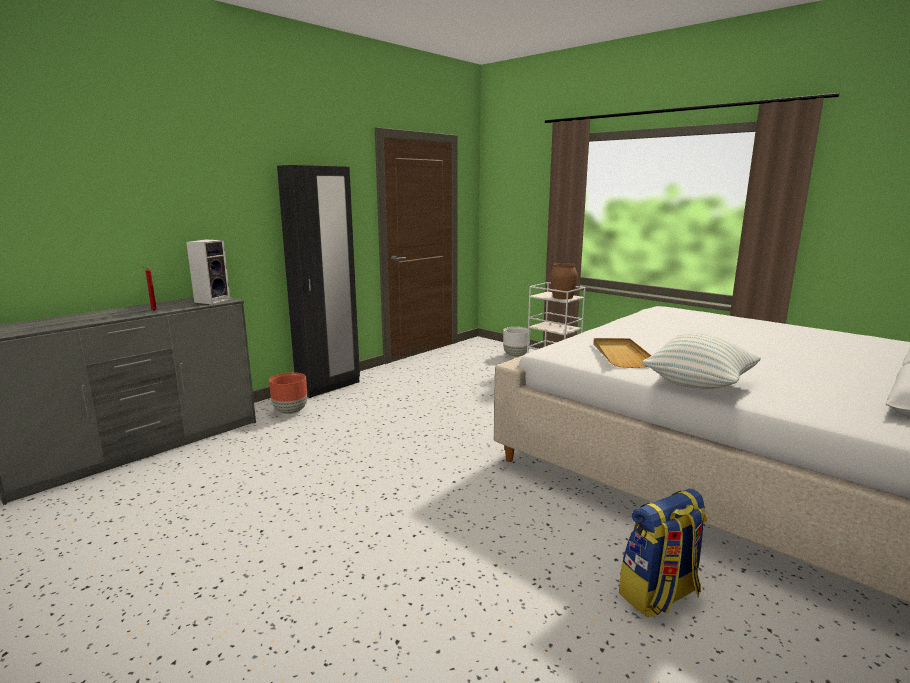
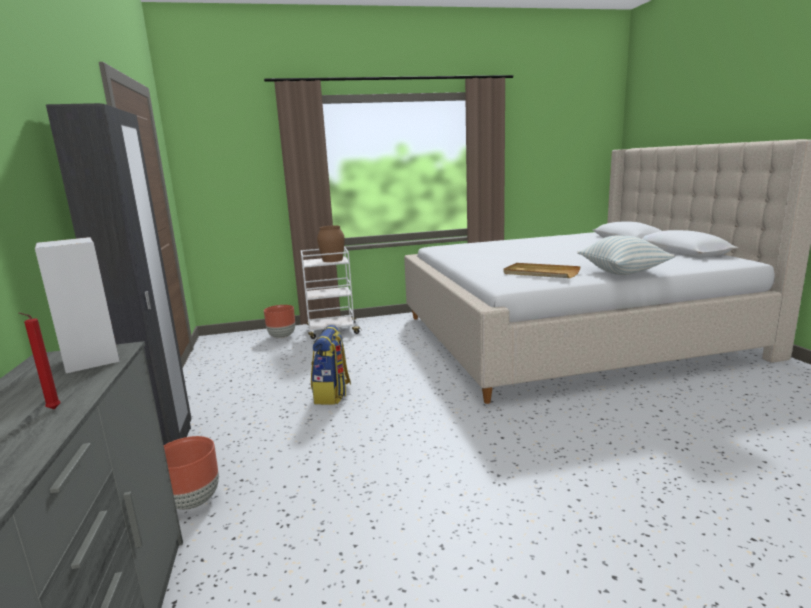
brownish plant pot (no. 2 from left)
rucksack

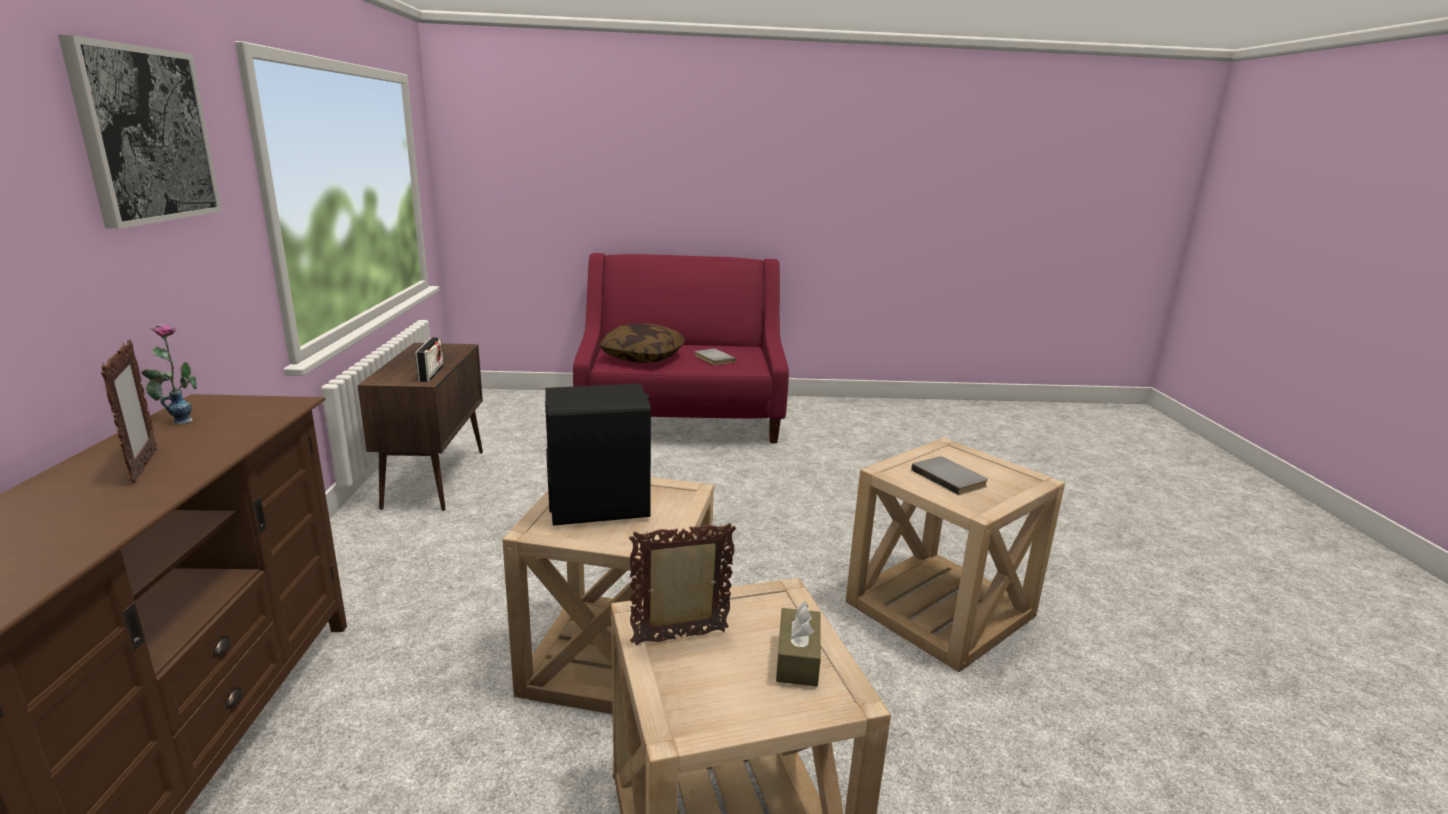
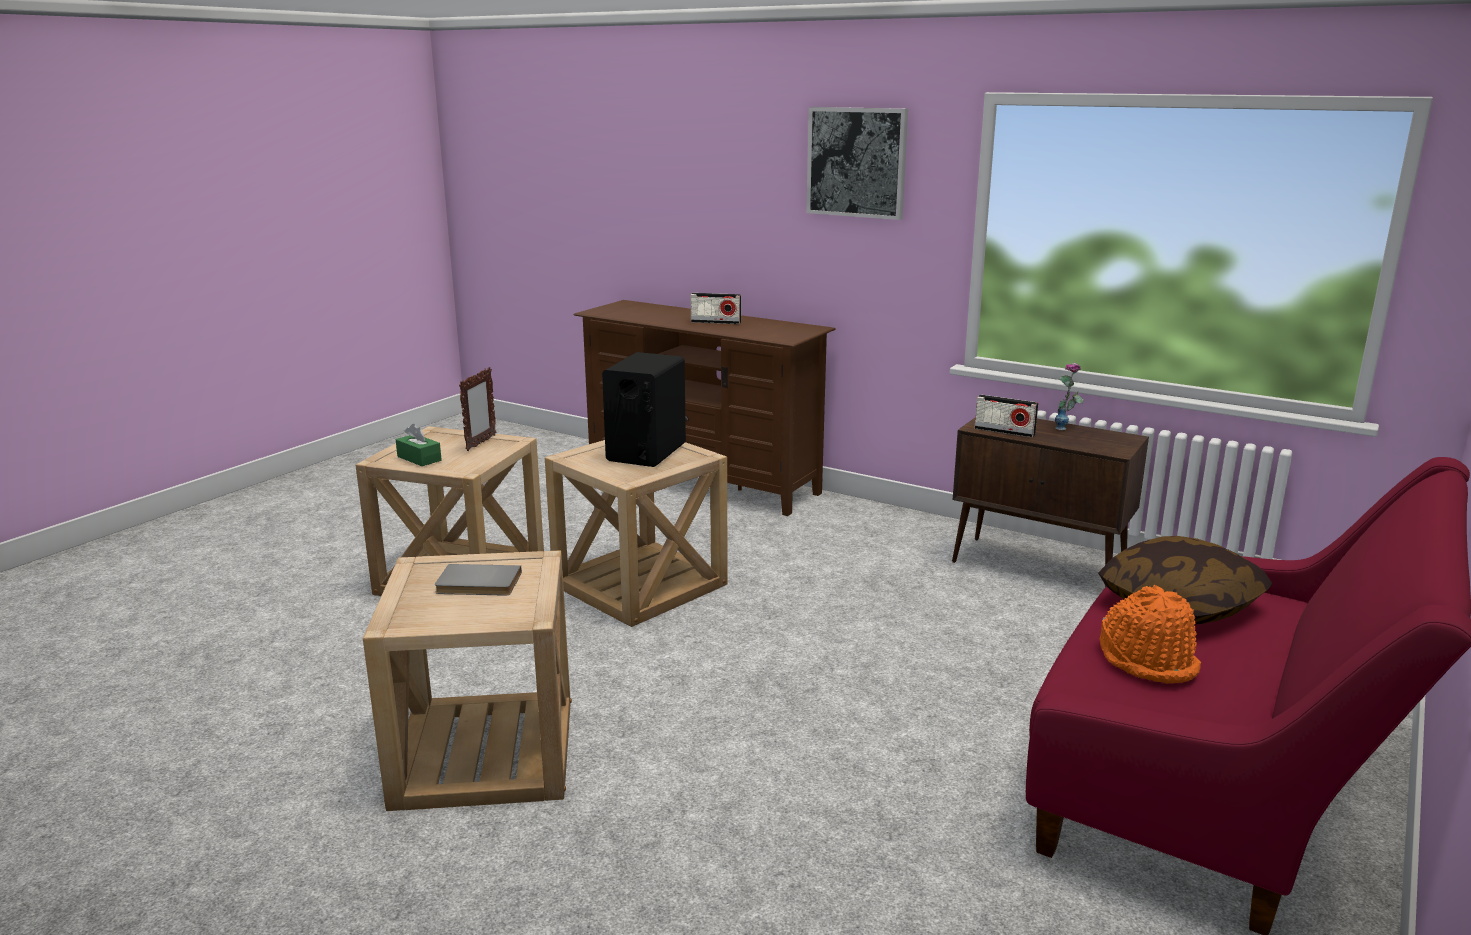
green-coloured box of tissues
radio receiver (no. 1 from left)
vase
orange-coloured clothing hat

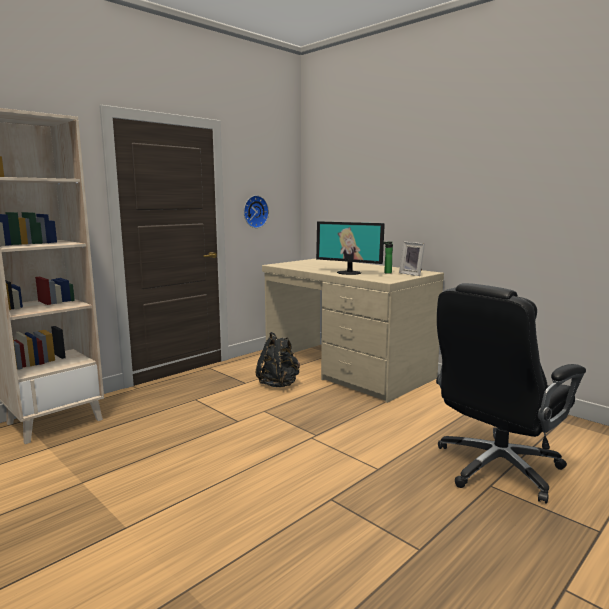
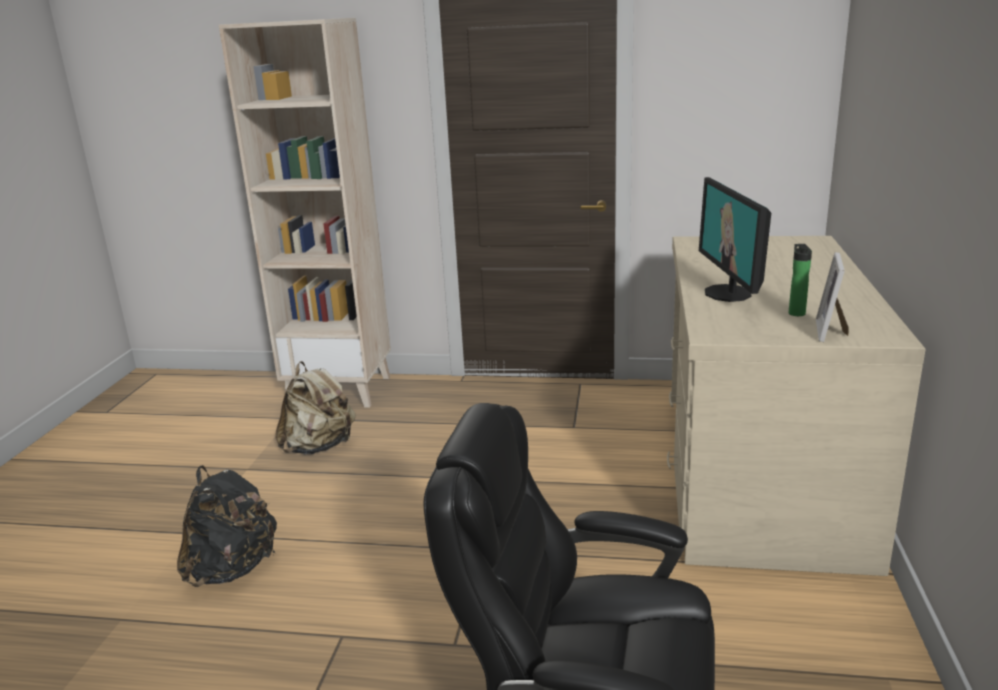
blackish rucksack
beige-coloured rucksack
clock on the wall

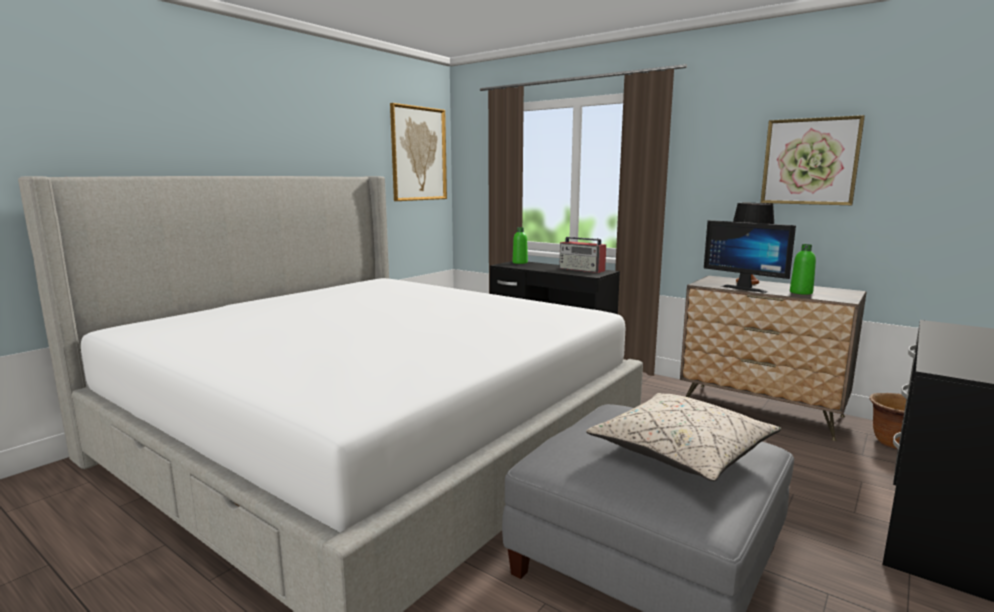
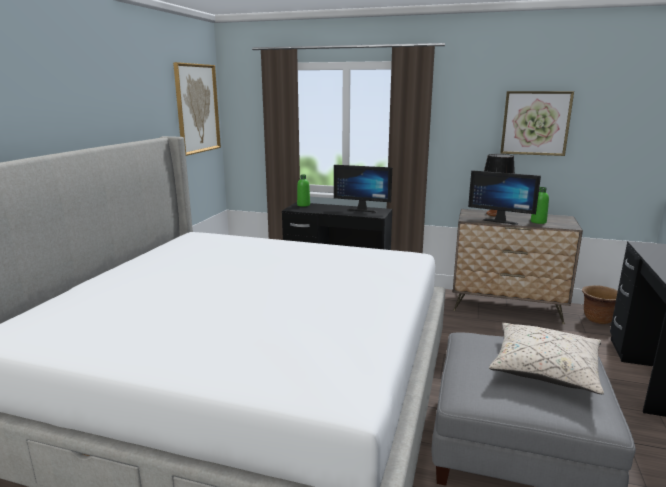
computer display (no. 1 from left)

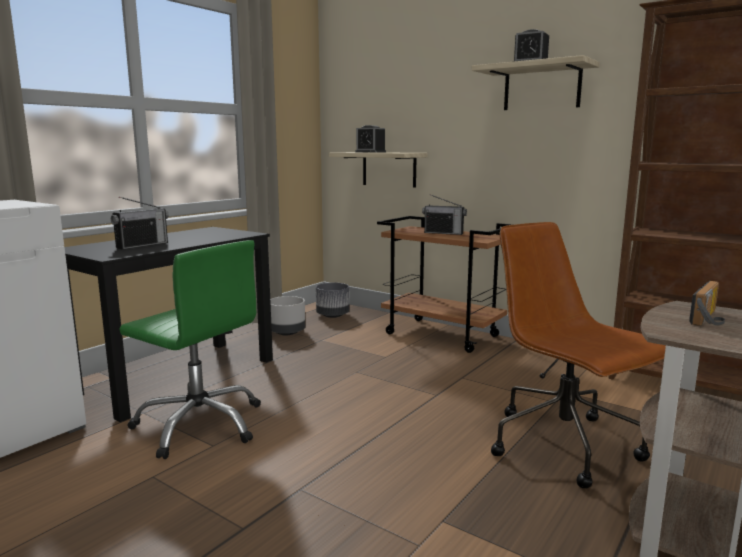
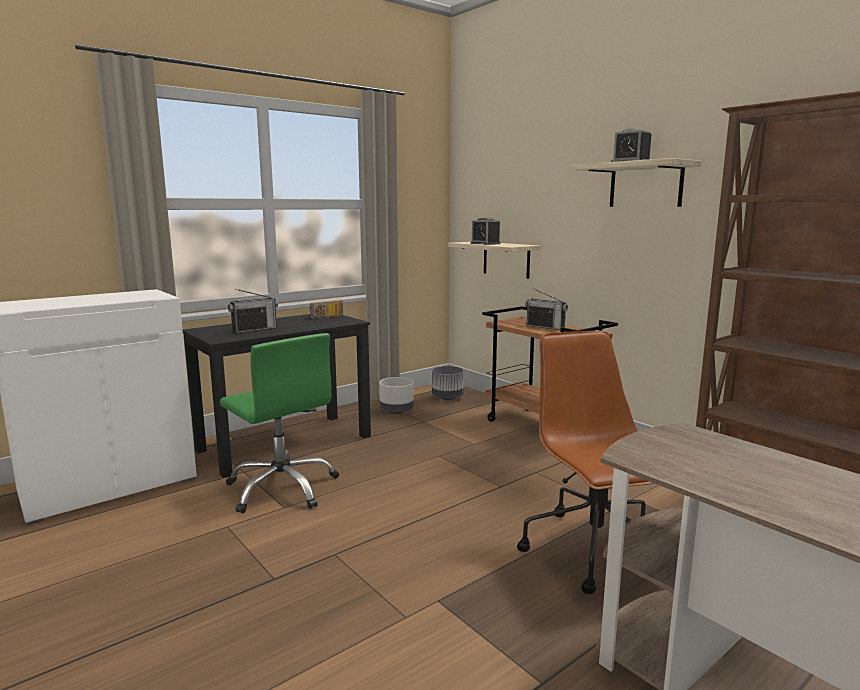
radio receiver (no. 2 from left)

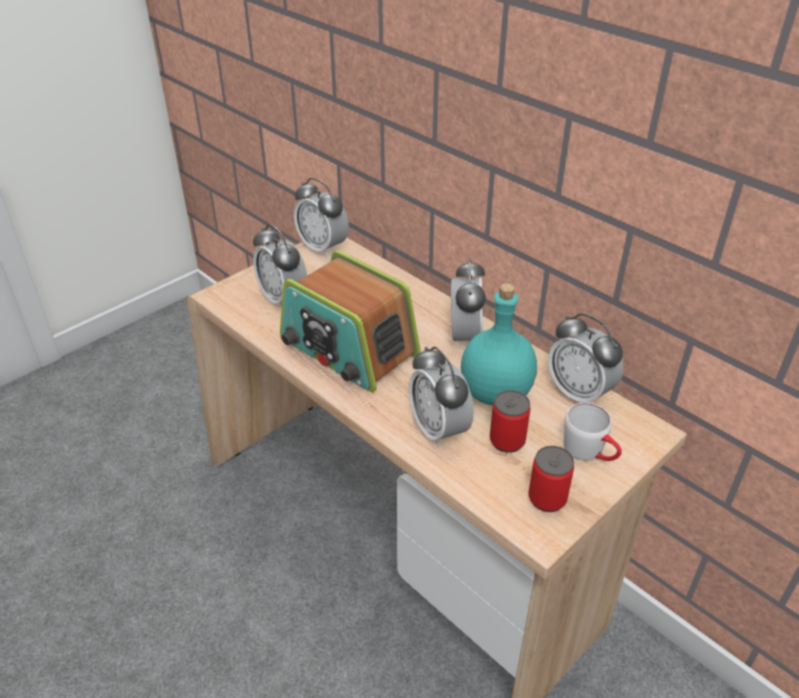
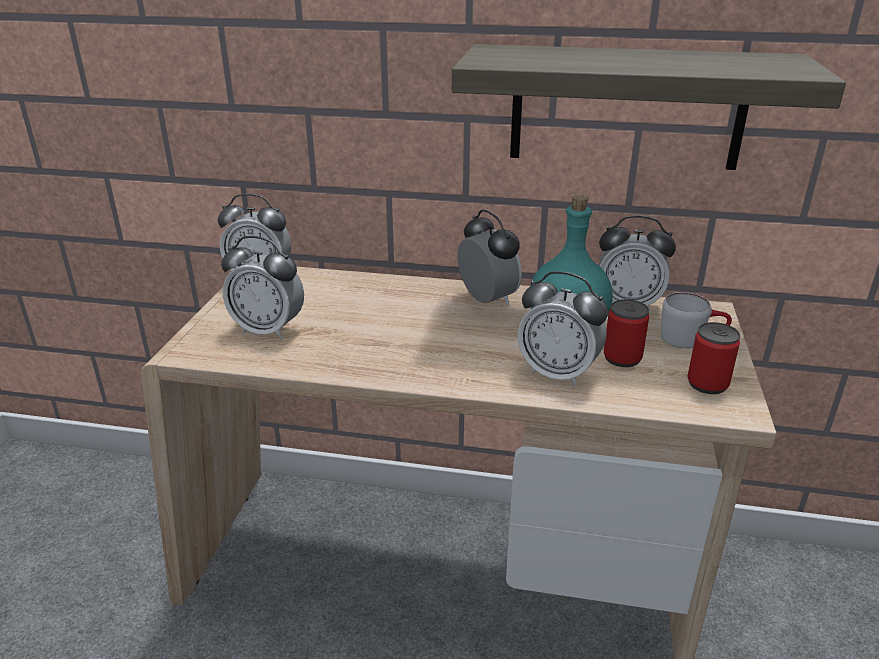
wall shelf
radio receiver

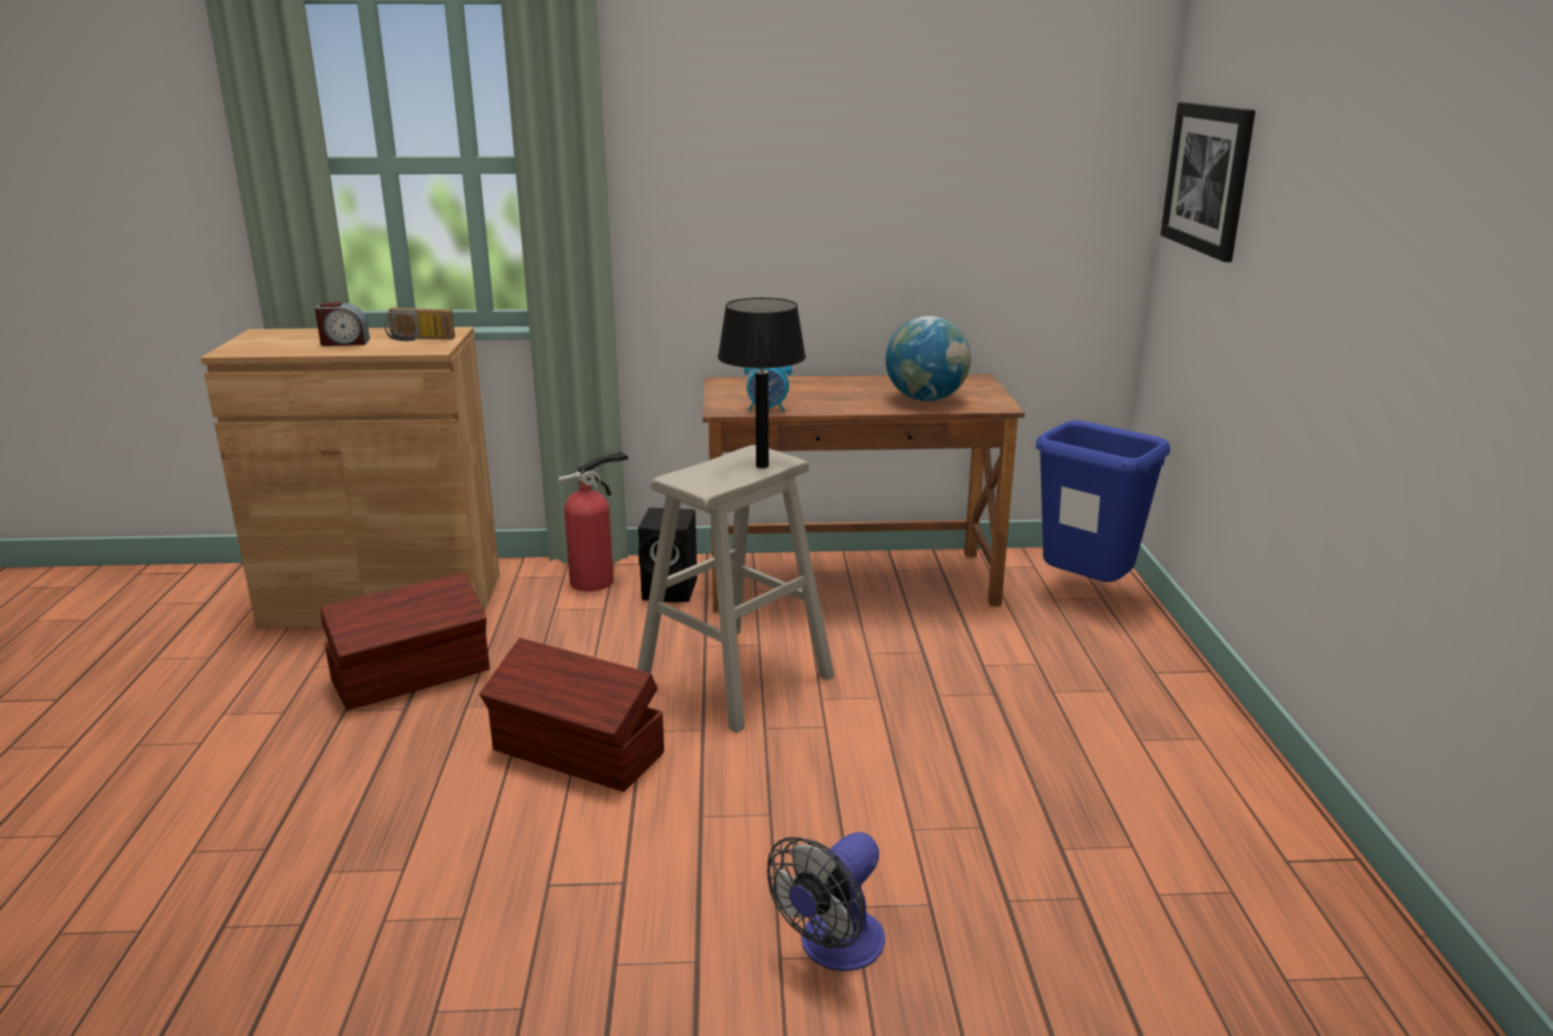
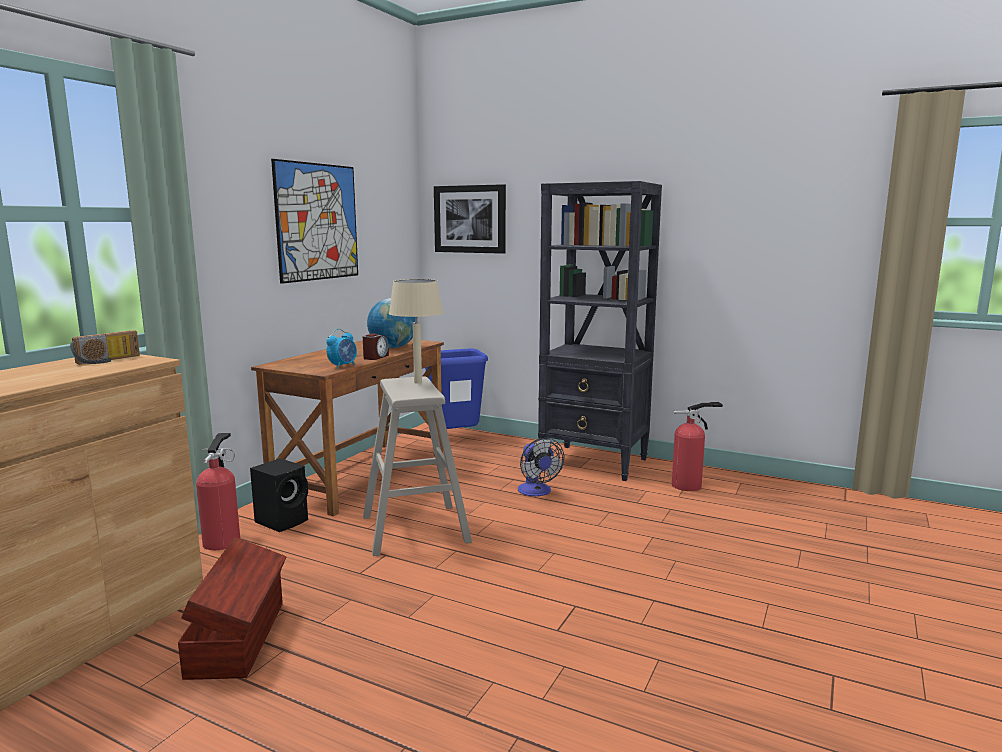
picture (no. 1 from left)
table clock (no. 2 from left)
beige-coloured lamp for a table
fan
blackish bookcase
extinguisher (no. 2 from left)
brownish storage box (no. 2 from left in the first image)

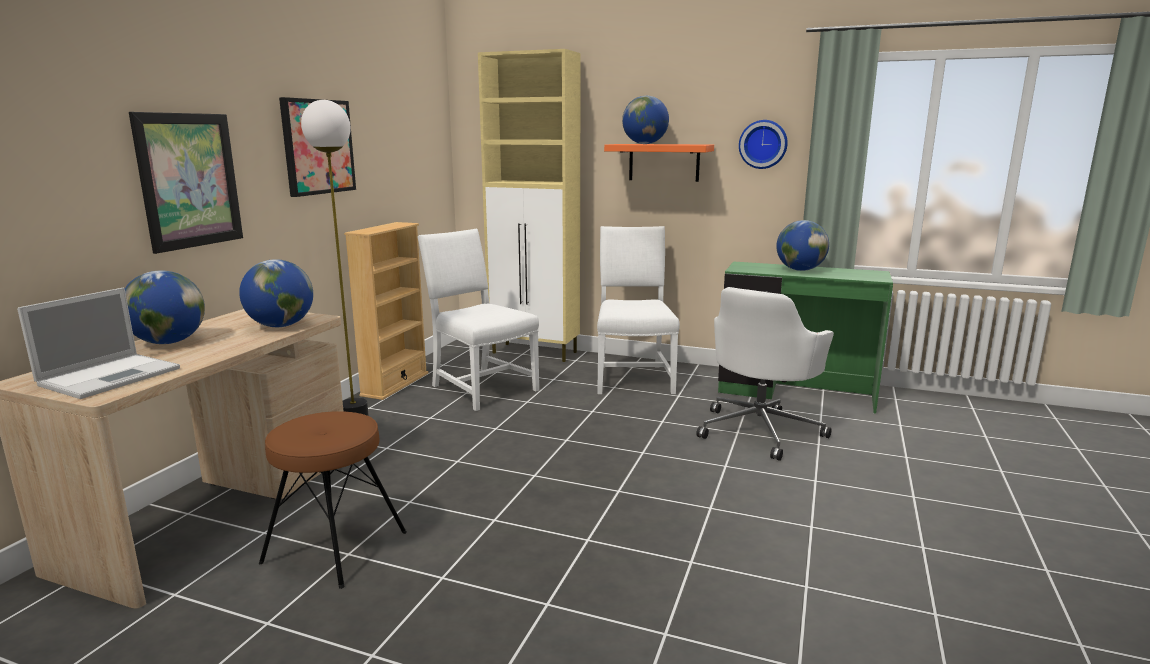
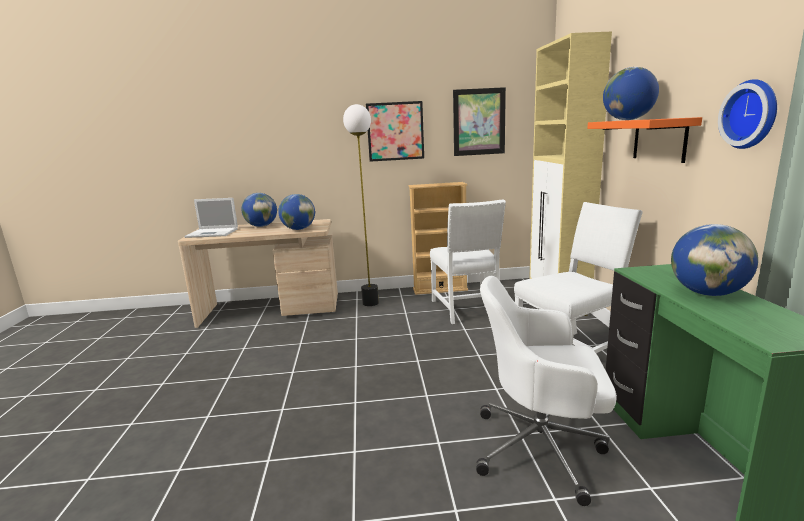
white-coloured upright chair (no. 1 from left)
picture (no. 2 from left)
brownish sitting stool

